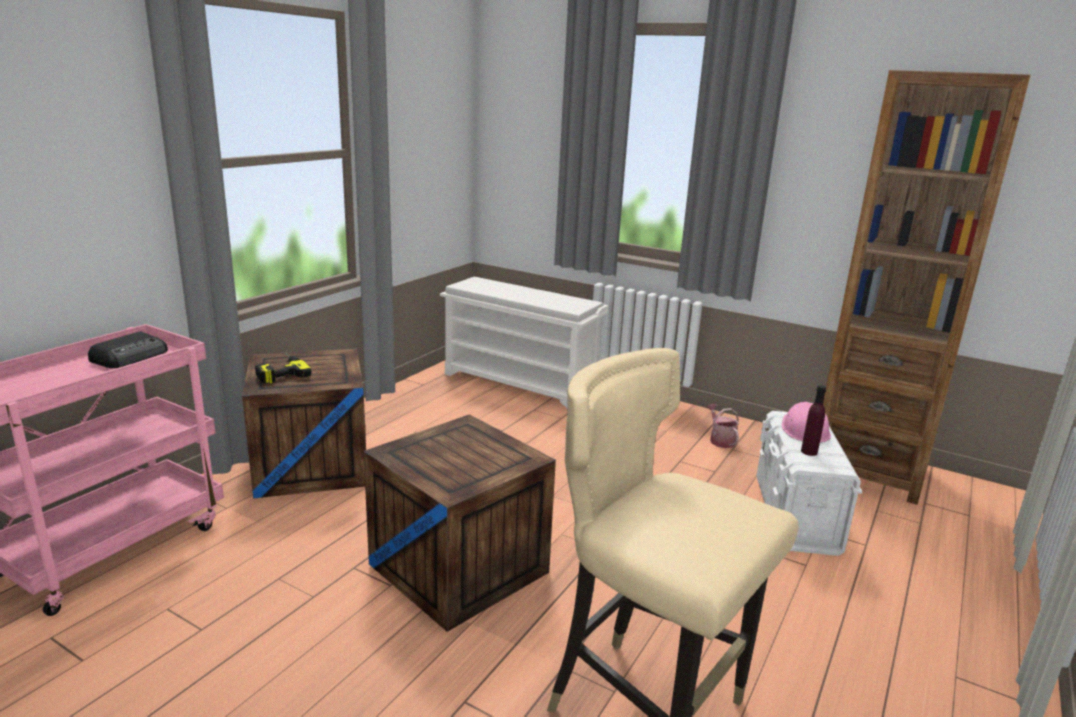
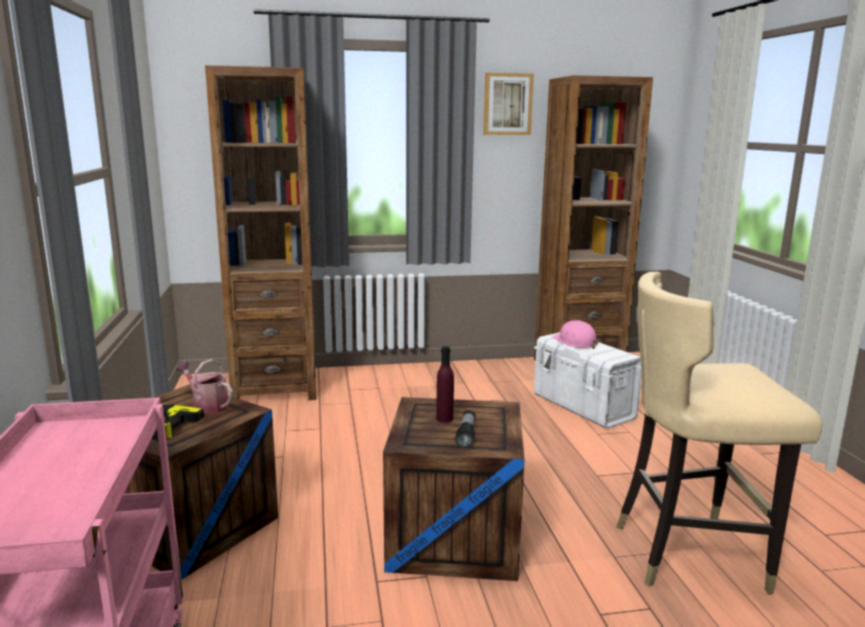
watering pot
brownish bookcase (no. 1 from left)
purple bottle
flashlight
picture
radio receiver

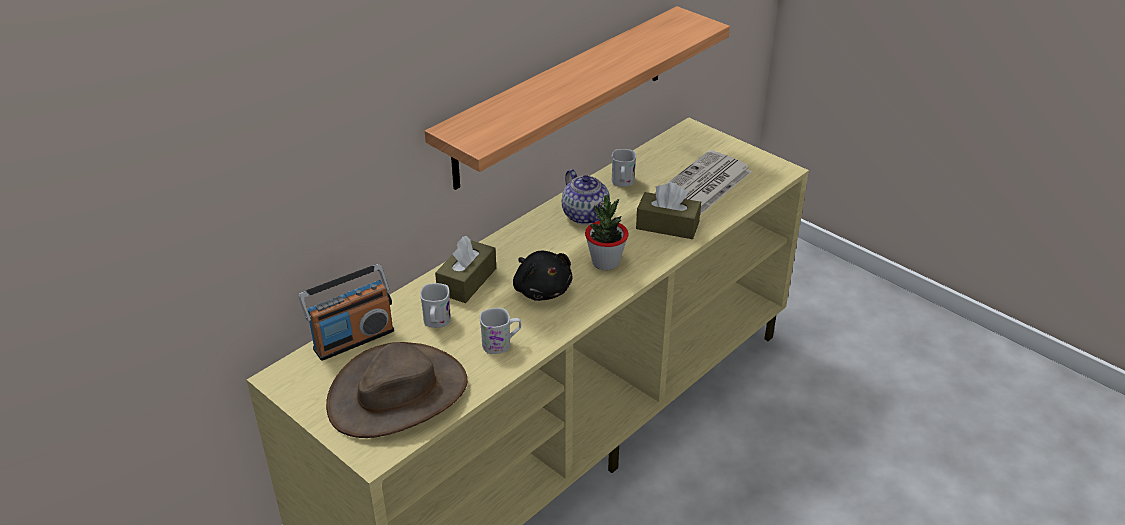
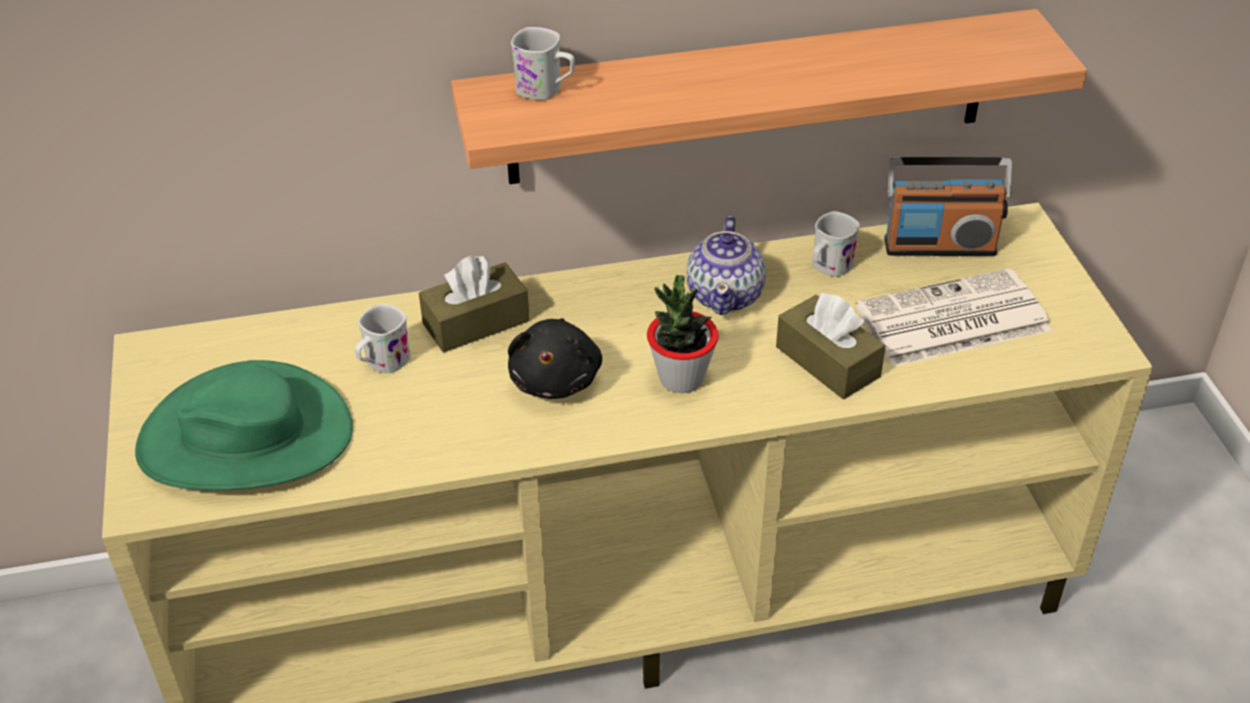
green-coloured clothing hat
white-coloured mug (no. 2 from left)
radio receiver

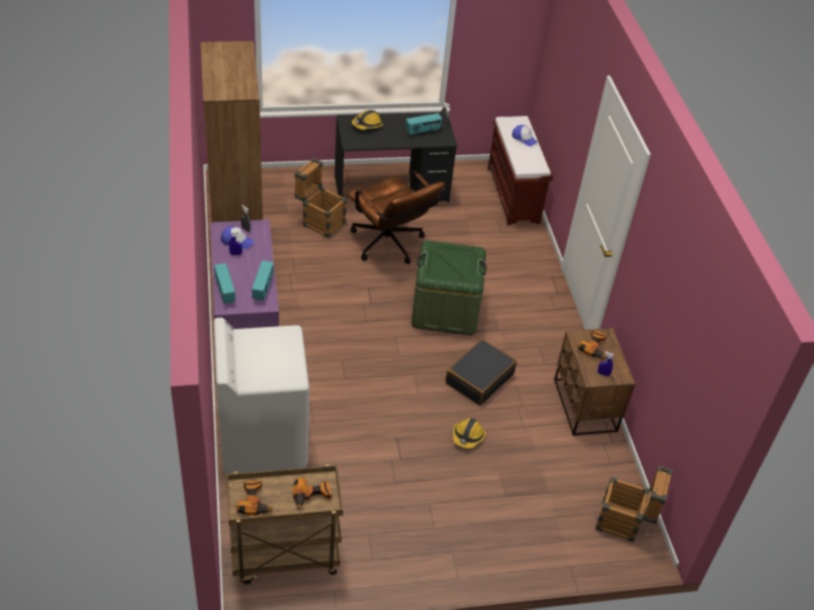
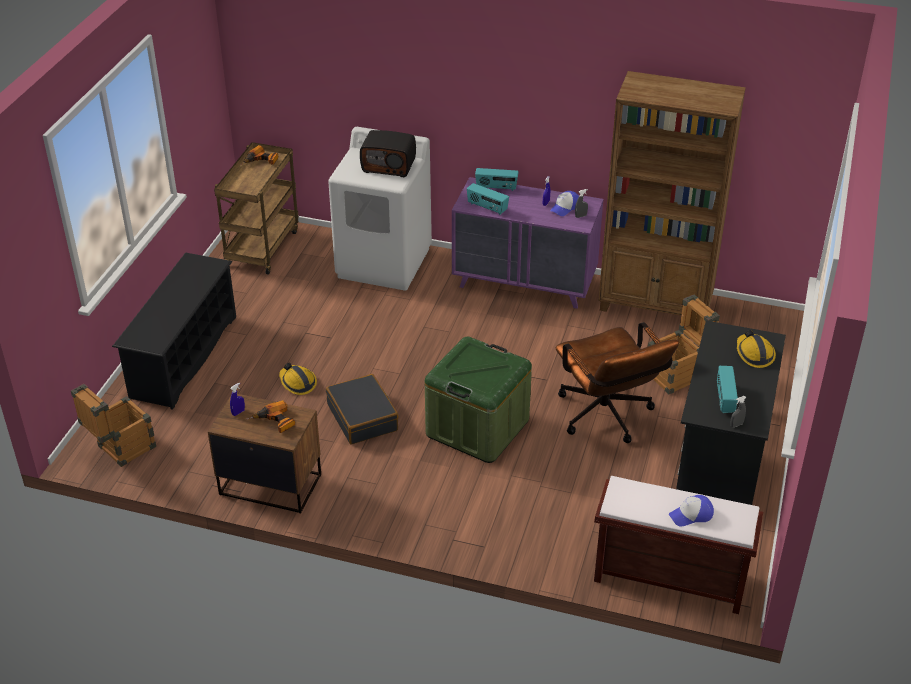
blackish shoe shelf
radio receiver (no. 1 from left)
brownish desk chair
power drill (no. 2 from left in the first image)

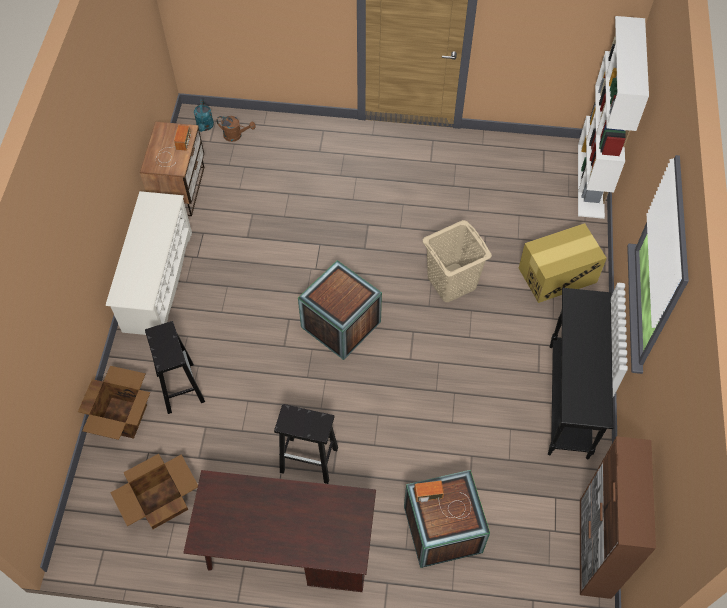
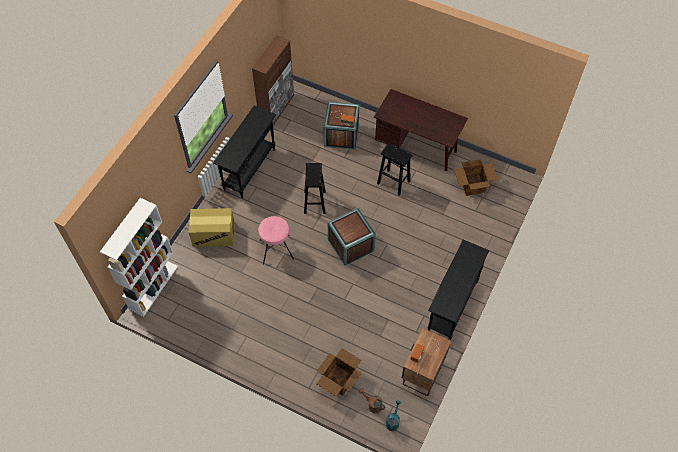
pink-coloured sitting stool
blackish sitting stool (no. 1 from left)
cardboard box (no. 2 from left)
blackish hall table (no. 2 from left)

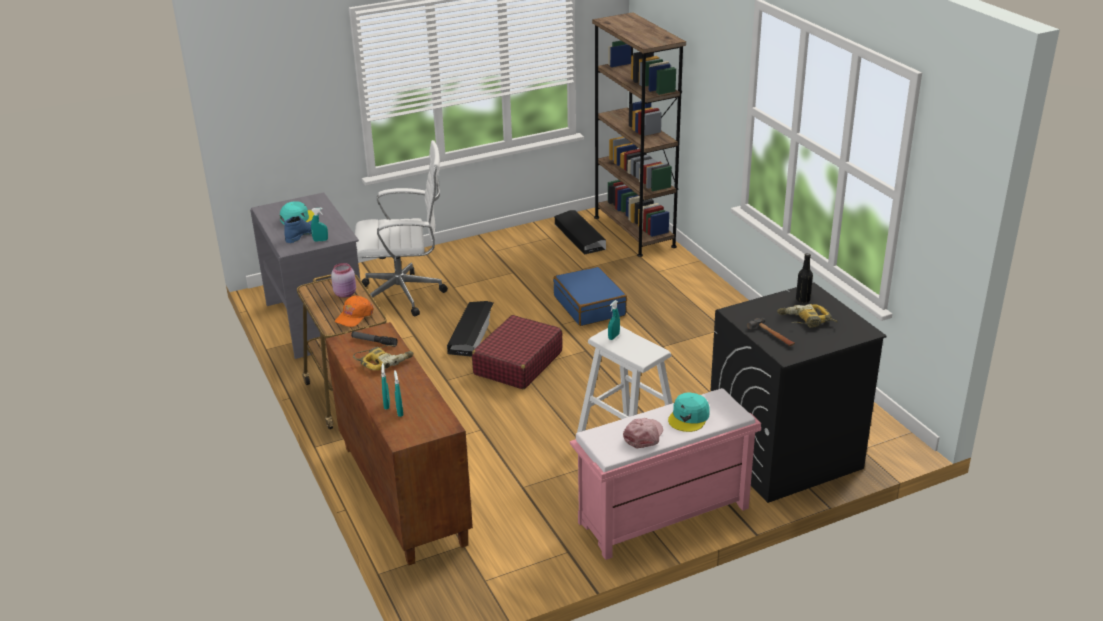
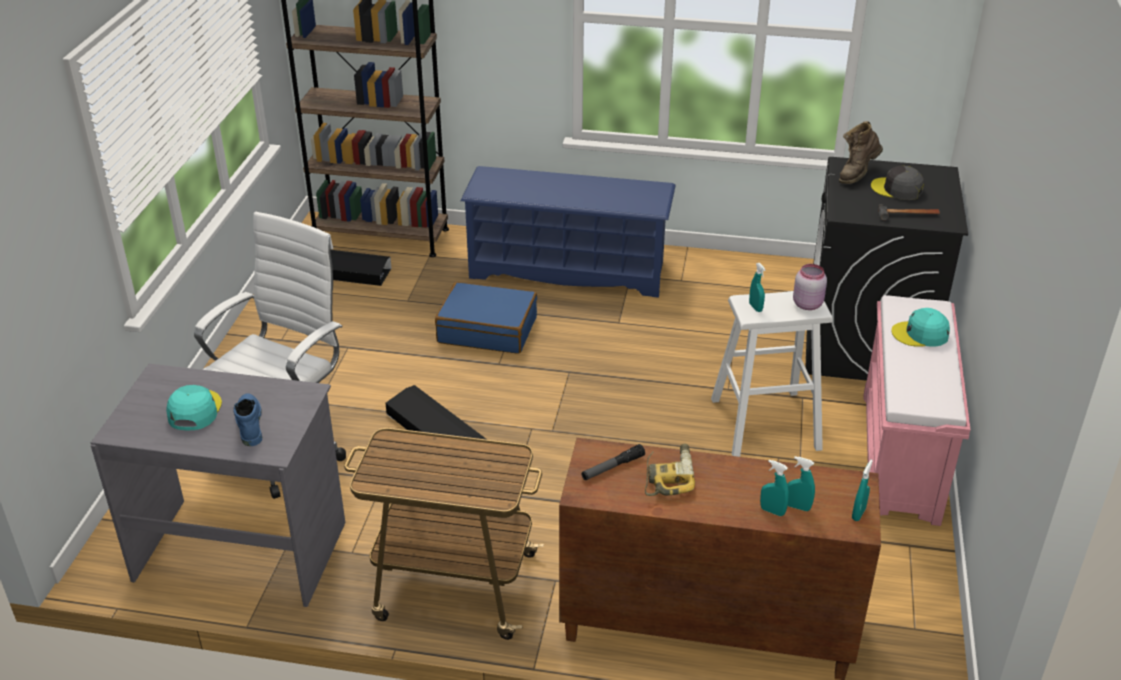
blue shoe shelf
pink-coloured storage jar
brownish high-top boot
turquoise spray bottle (no. 4 from left)
greyish peaked cap
turquoise peaked cap (no. 2 from left)
orange-coloured peaked cap
red-coloured travel case
pink-coloured peaked cap

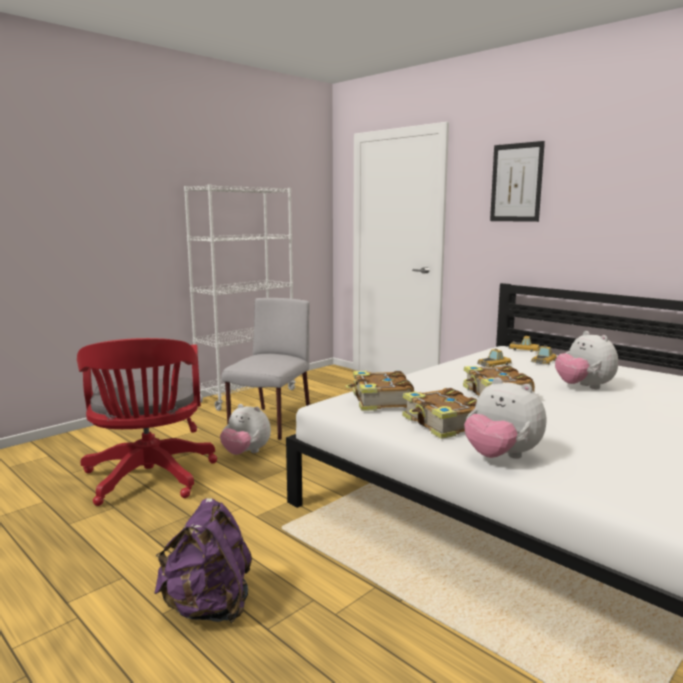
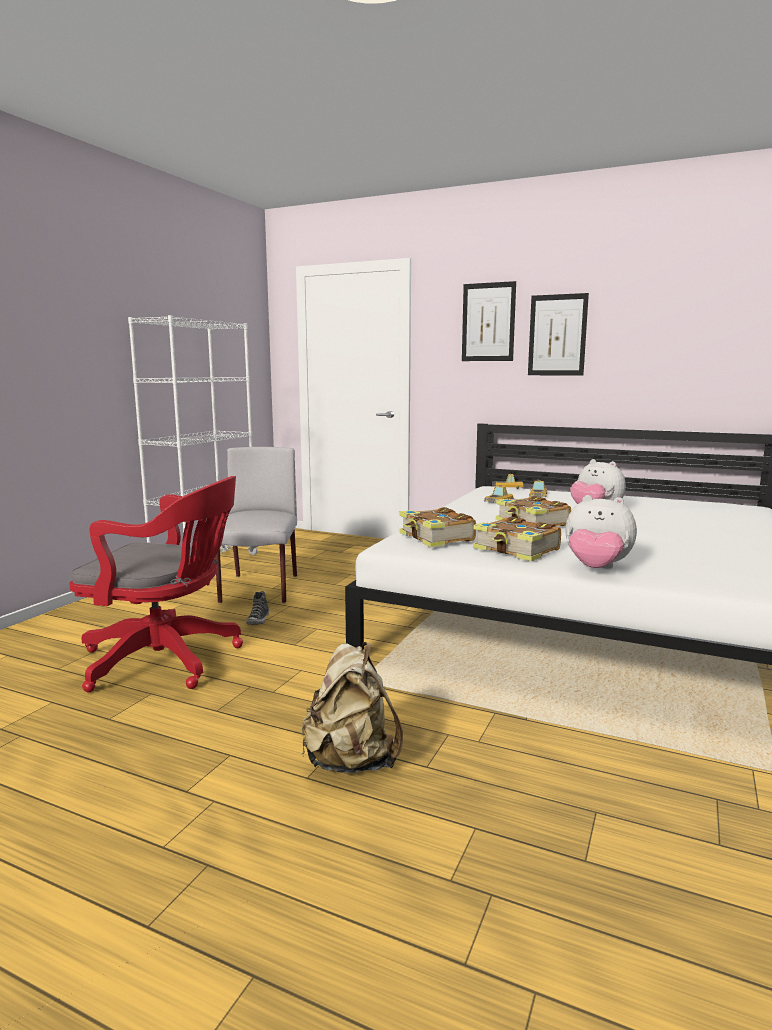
red-coloured desk chair
low shoe
beige-coloured rucksack
picture (no. 2 from left)

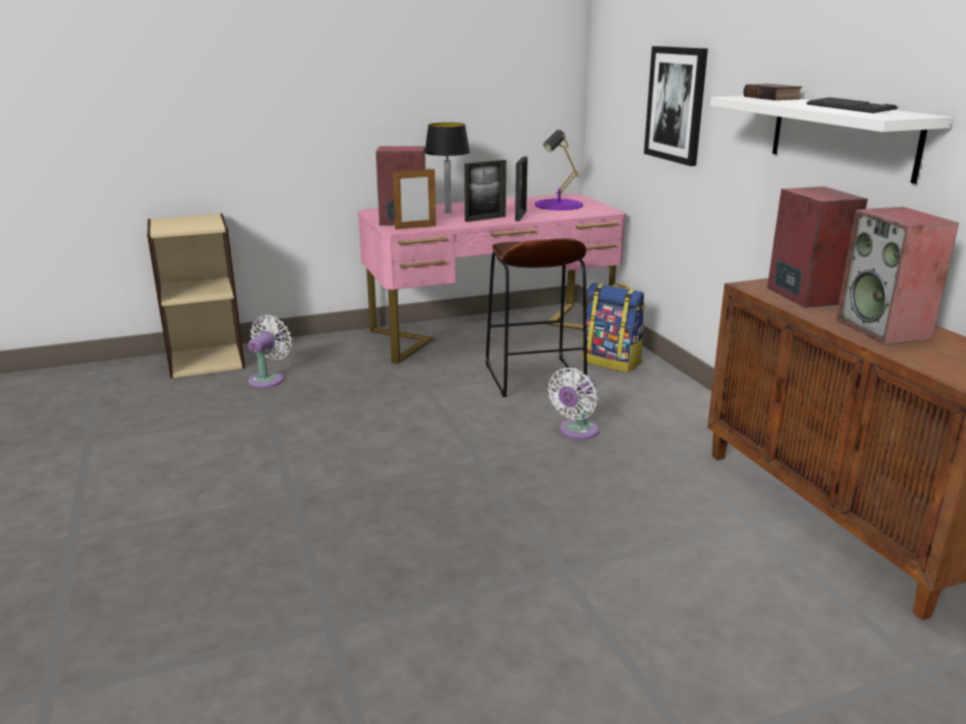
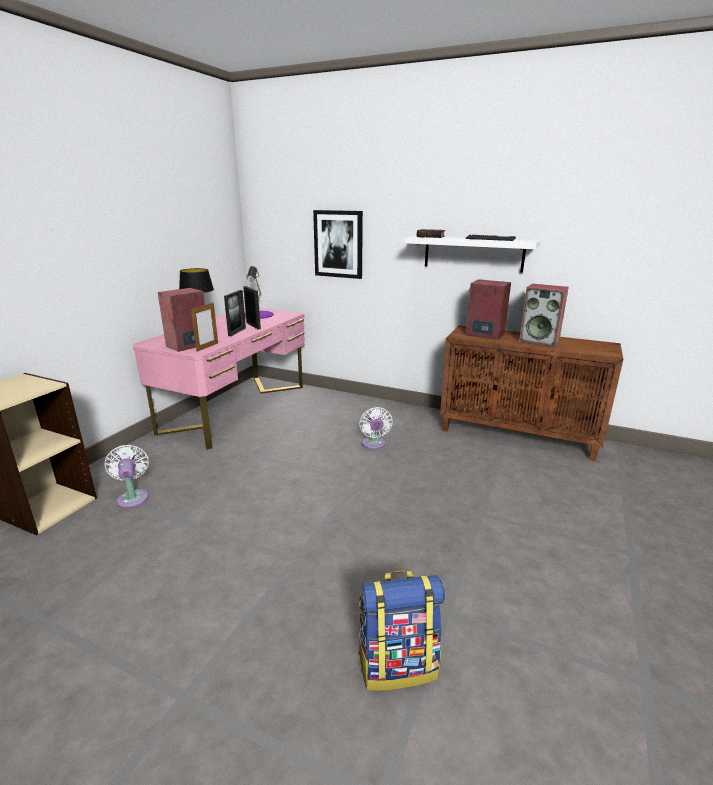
rucksack
brownish sitting stool

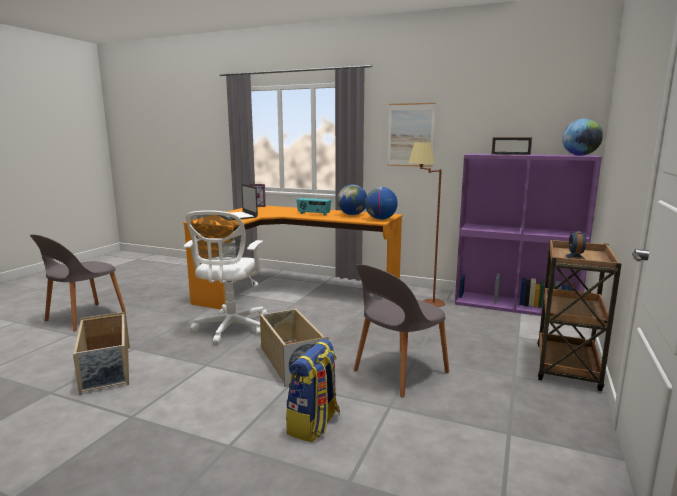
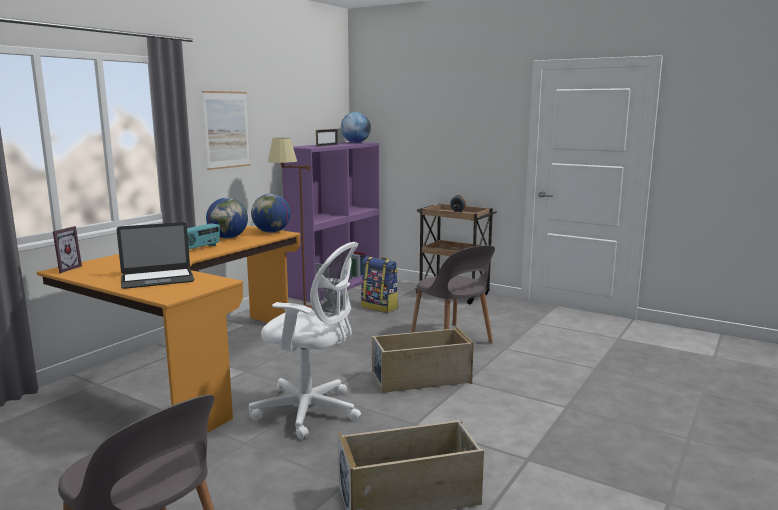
rucksack

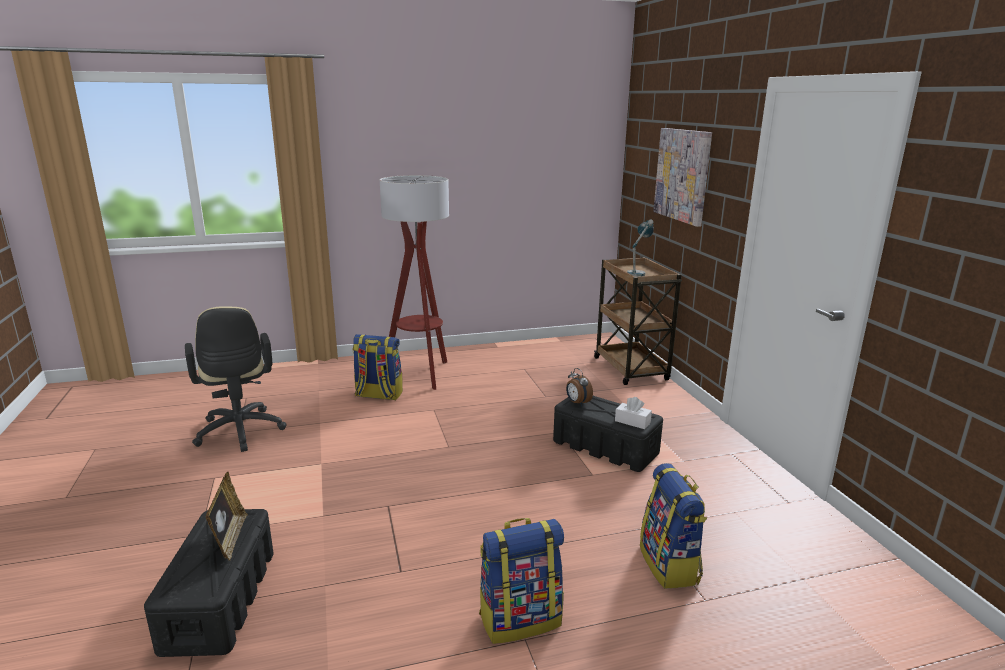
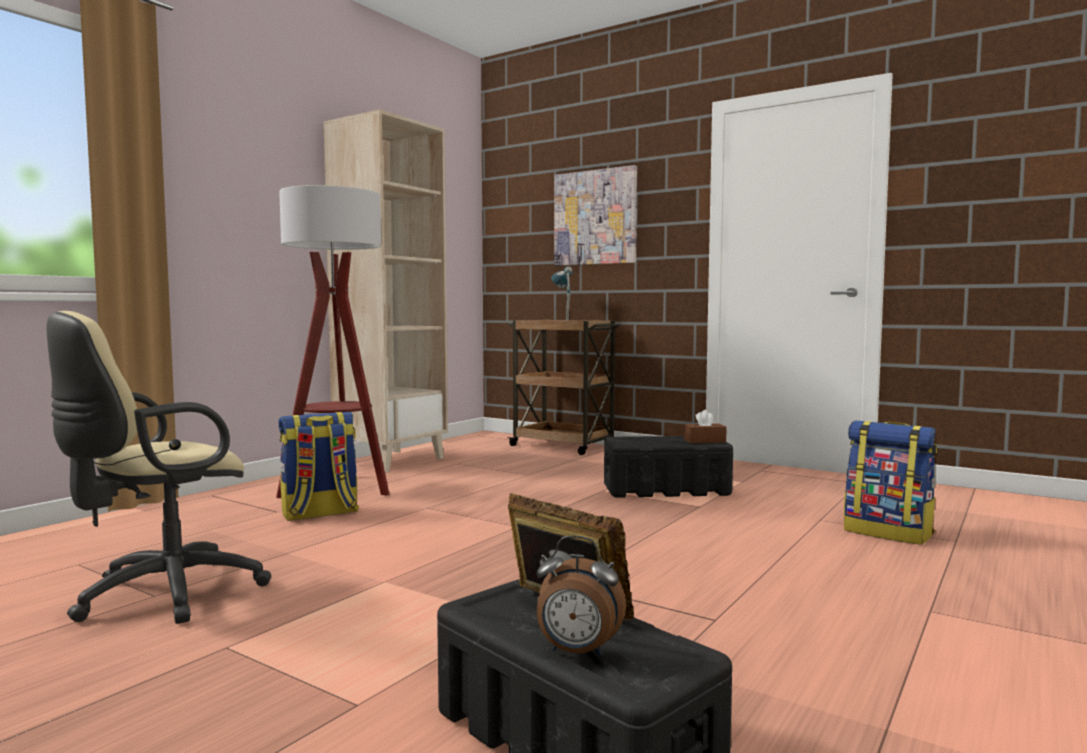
beige-coloured desk chair
beige-coloured bookcase
table clock
brownish box of tissues
rucksack (no. 2 from left in the first image)

